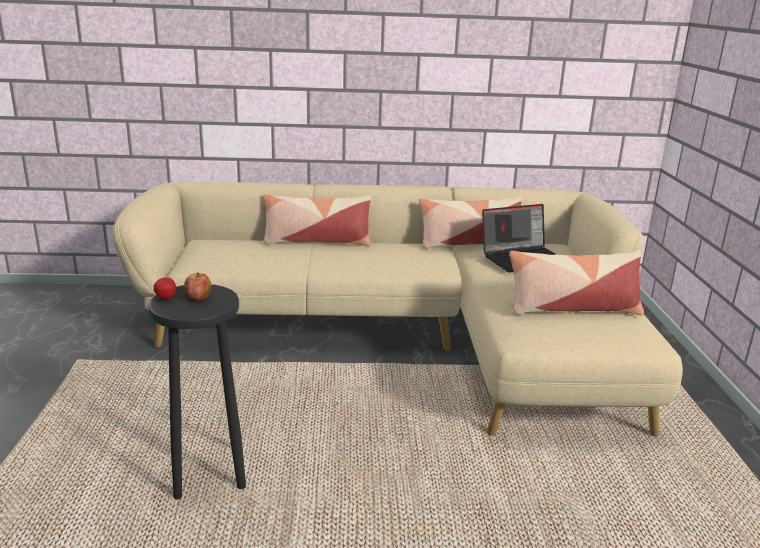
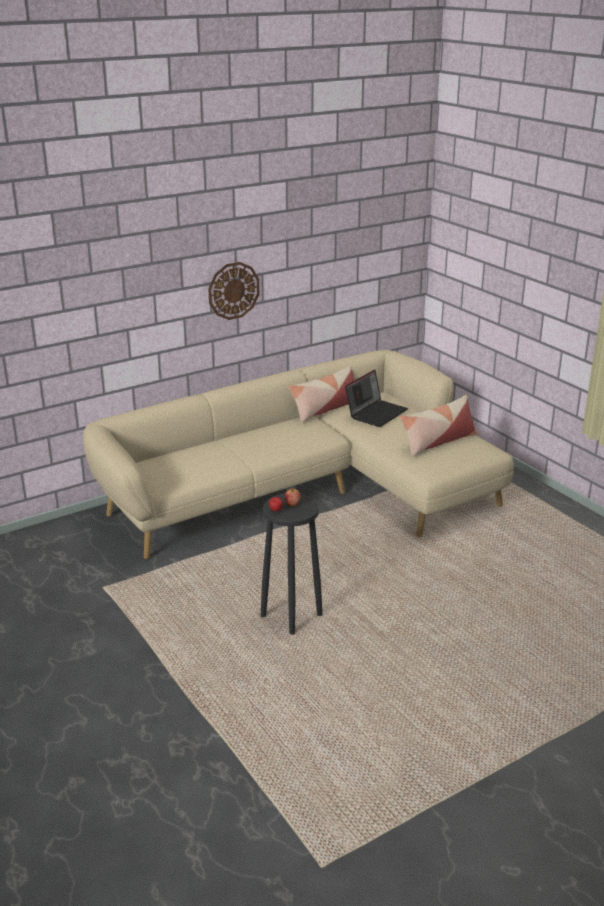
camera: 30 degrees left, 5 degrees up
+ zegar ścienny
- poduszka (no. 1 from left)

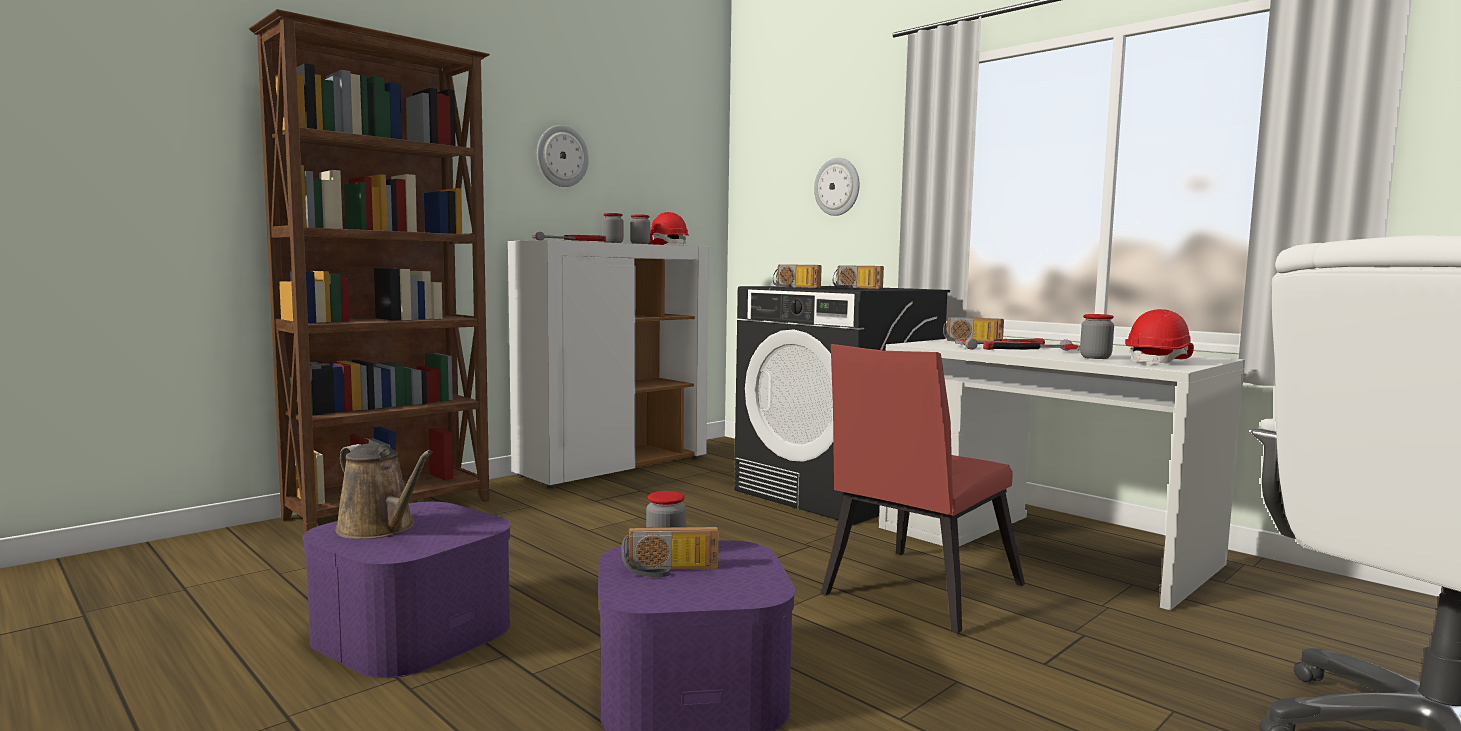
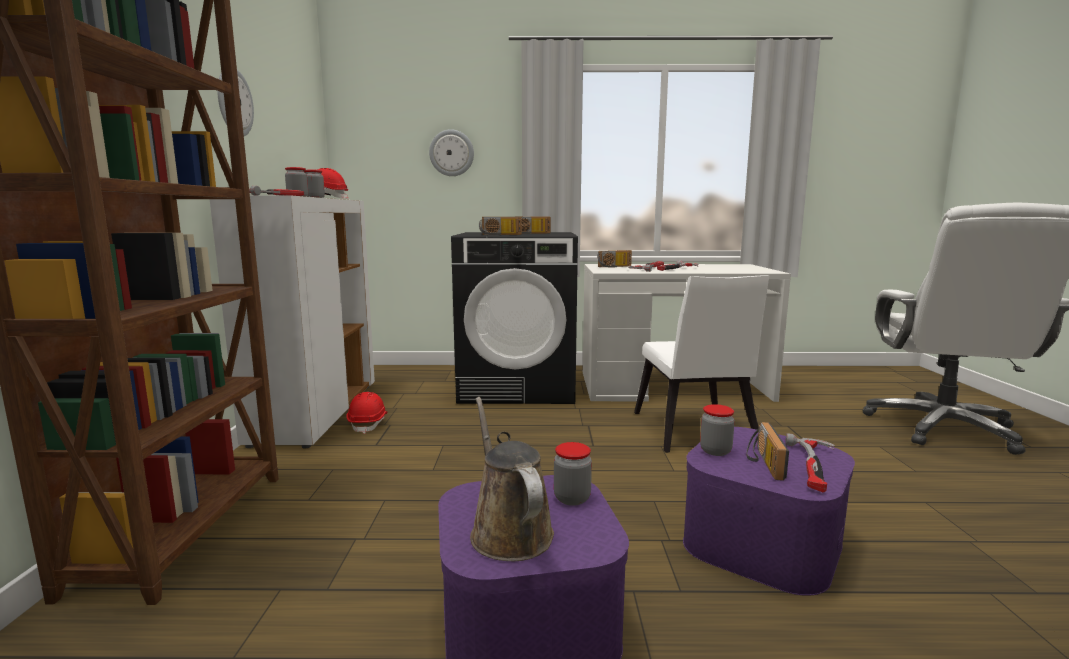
camera: 45 degrees left, 5 degrees up
~ kask (czerwony) (no. 2 from left)
~ konewka (brązowy) 105 degrees counterclockwise
~ słoik (no. 4 from left in the first image) to słoik (no. 3 from left)
~ krzesło (czerwony) to krzesło (biały)
~ radio (no. 1 from left in the first image) 150 degrees clockwise
+ młotek (no. 4 from left)

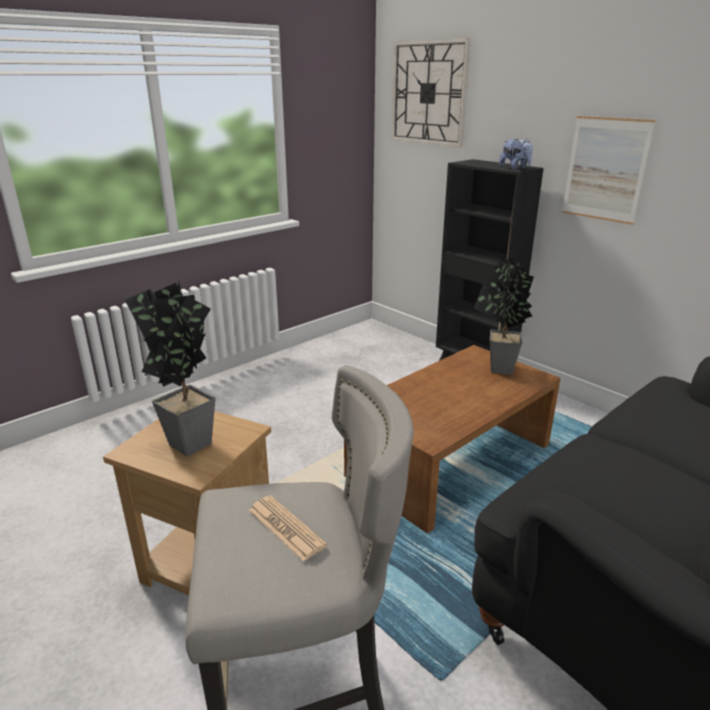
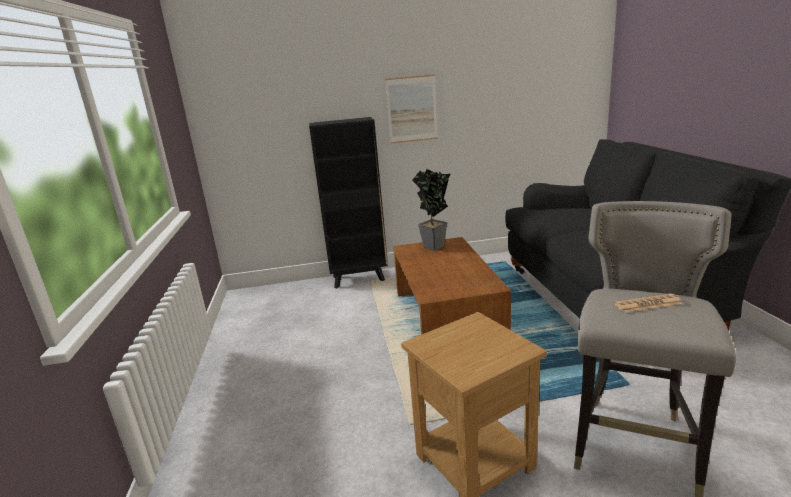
camera: 55 degrees left, 5 degrees down
- roślina doniczkowa (no. 1 from left)
- zegar ścienny
- pluszak

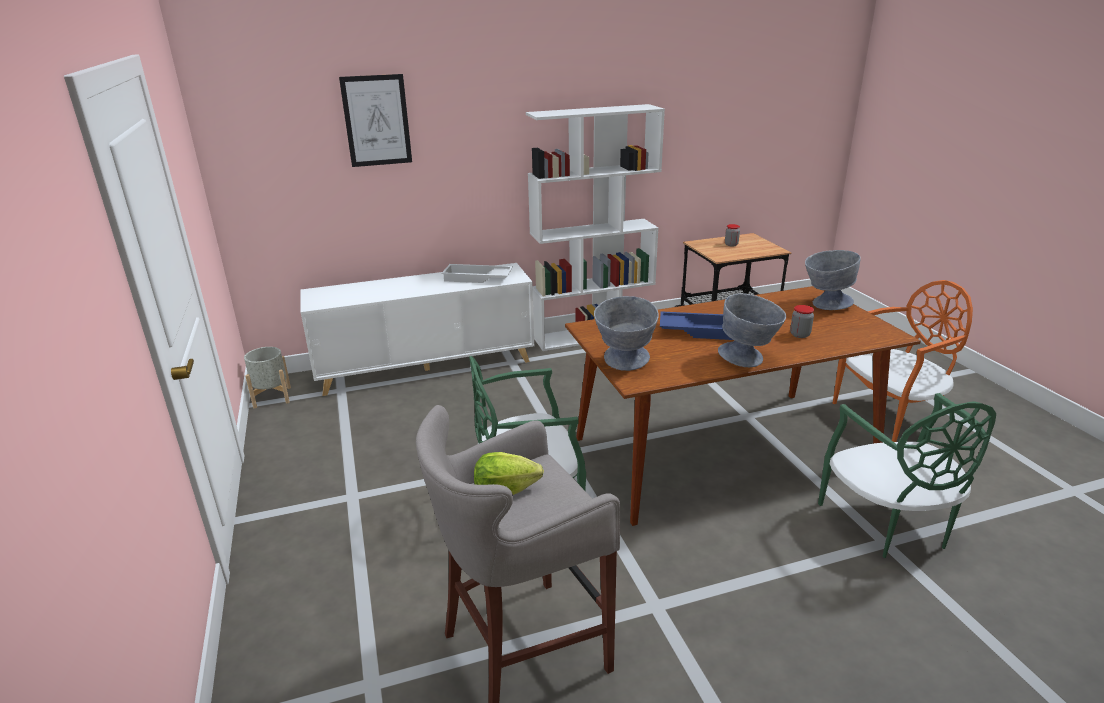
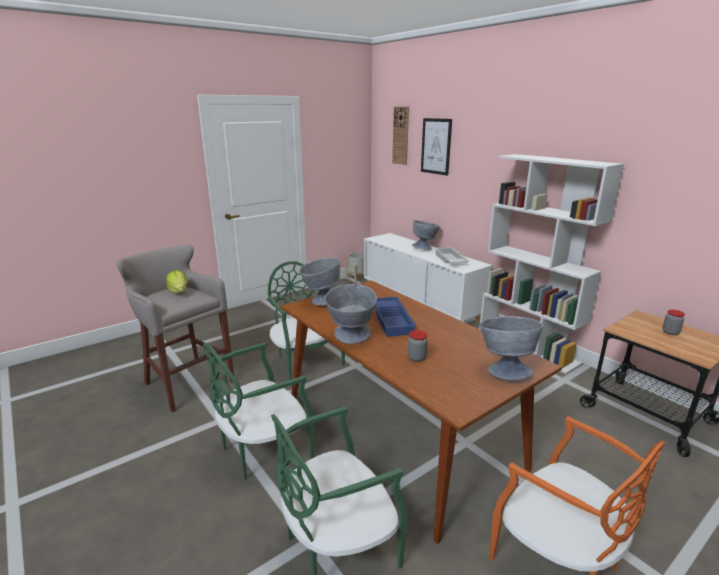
camera: 70 degrees right, 5 degrees down
+ krzesło (zielony) (no. 1 from left)
+ zegar ścienny
+ miska (szary) (no. 3 from left)

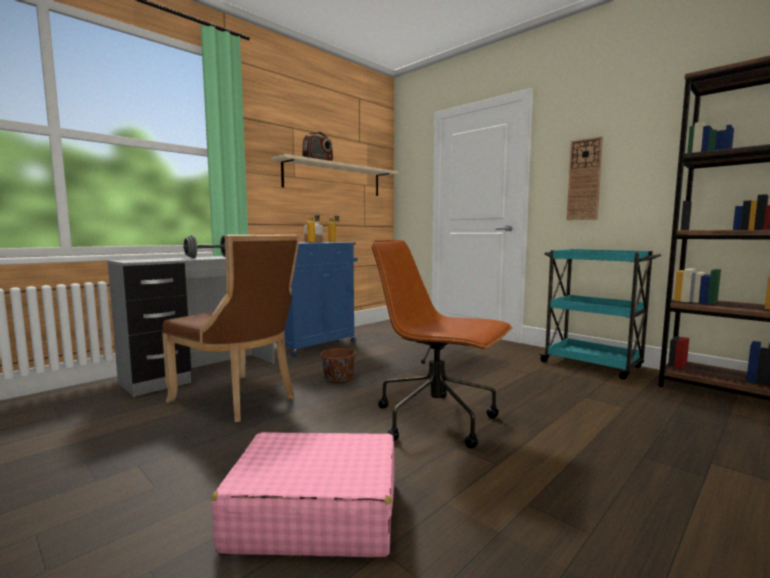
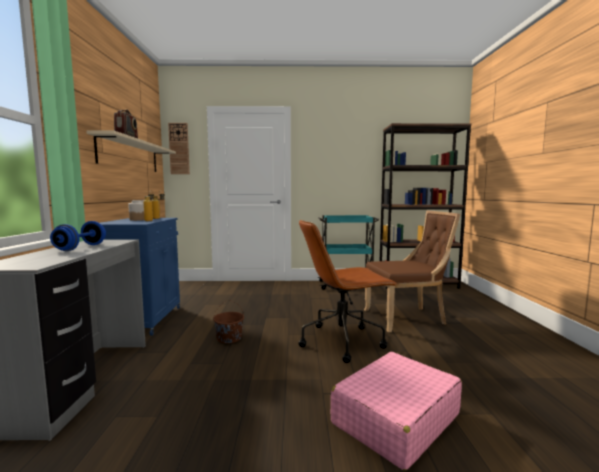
camera: 45 degrees left, 0 degrees up
~ hantel (szary) to hantel (niebieski)
~ zegar ścienny
~ krzesło (brązowy)

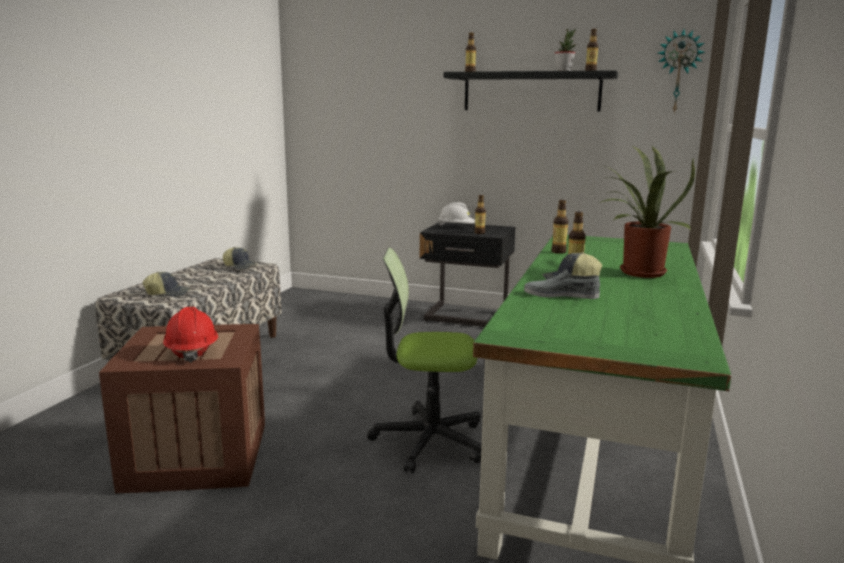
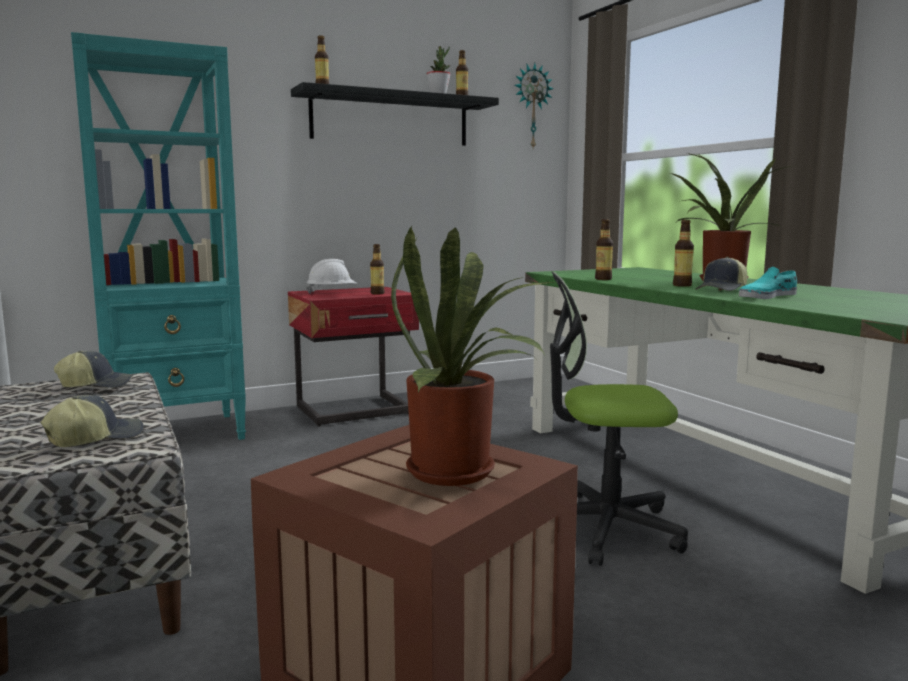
camera: 45 degrees left, 5 degrees down
+ regał (turkusowy)
~ szafka nocna (czarny) to szafka nocna (czerwony)
~ kask (czerwony) to roślina doniczkowa (no. 2 from left)
~ krzesło biurowe 45 degrees clockwise
~ but (szary) to but (turkusowy)

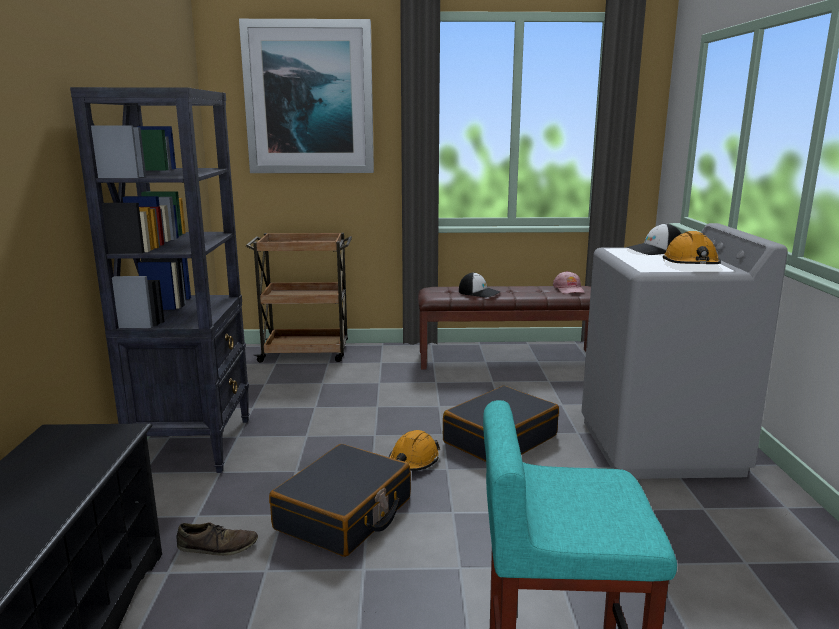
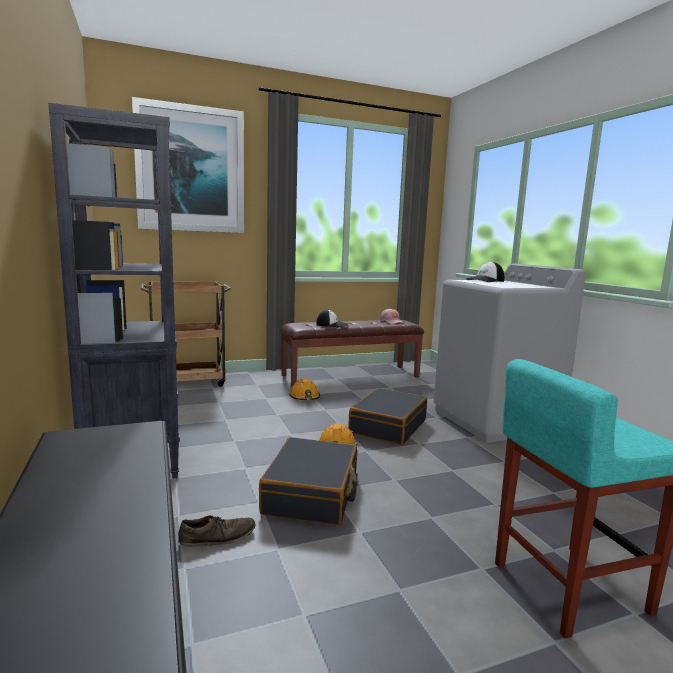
camera: 20 degrees left, 5 degrees down
~ kask (pomarańczowy) (no. 2 from left in the first image) to kask (pomarańczowy) (no. 1 from left)

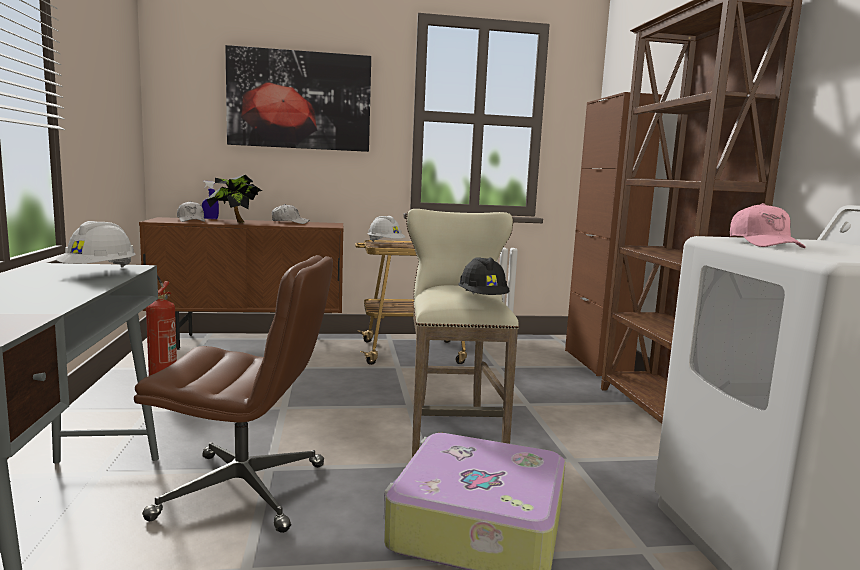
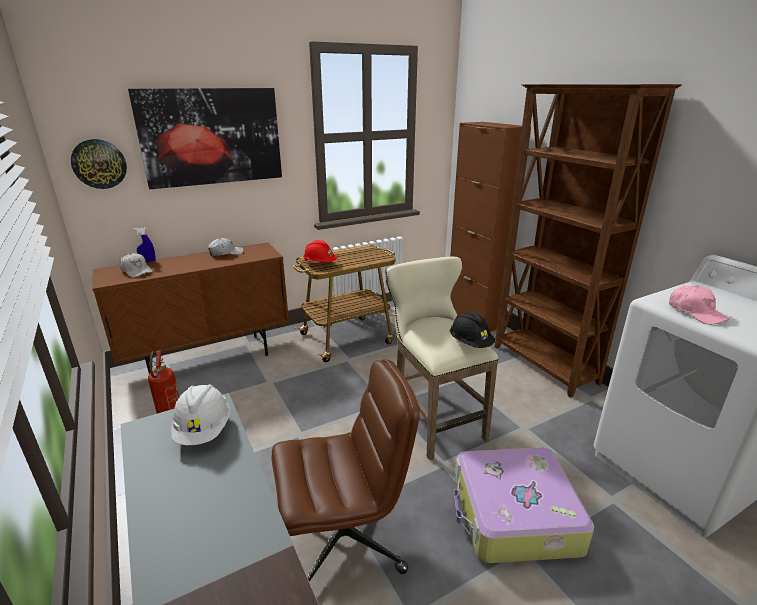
camera: 20 degrees left, 15 degrees up
+ zegar ścienny
~ kask (biały) (no. 2 from left) to kask (czerwony)
- roślina doniczkowa

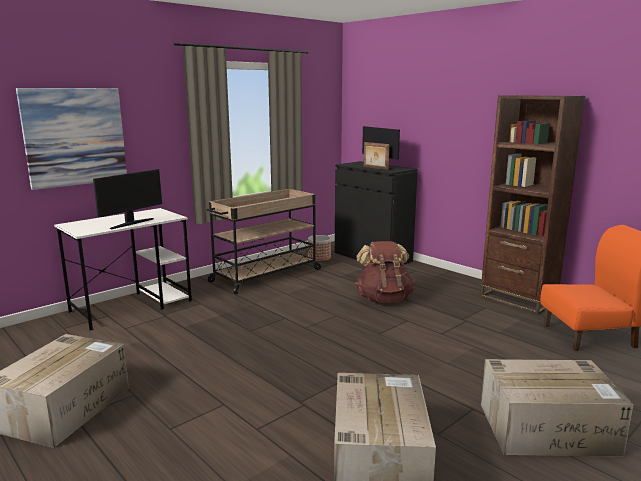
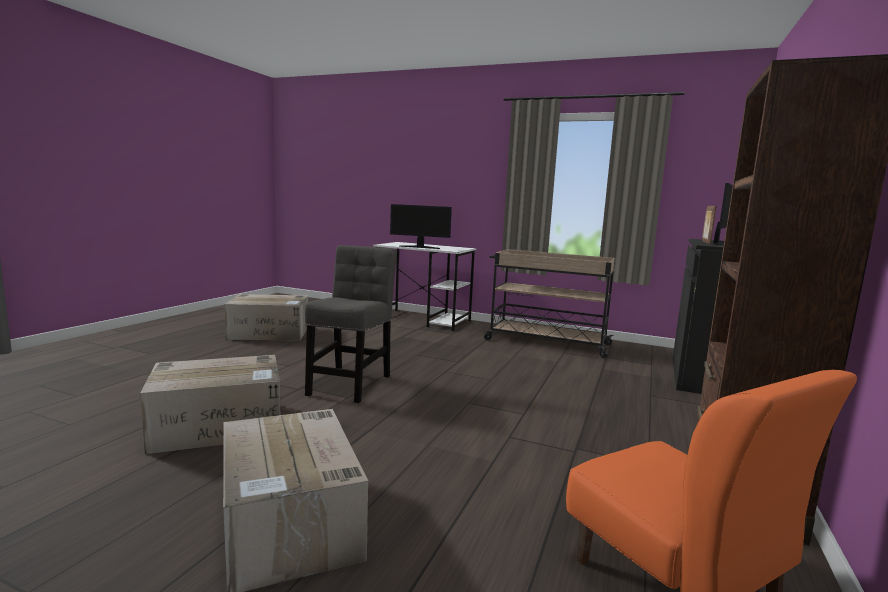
camera: 65 degrees right, 5 degrees down
+ krzesło (szary)
- obraz
- donica
- plecak (brązowy)

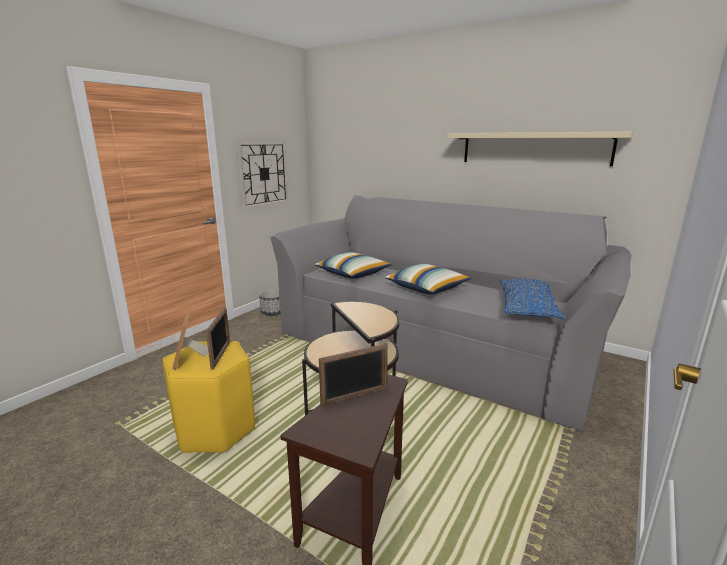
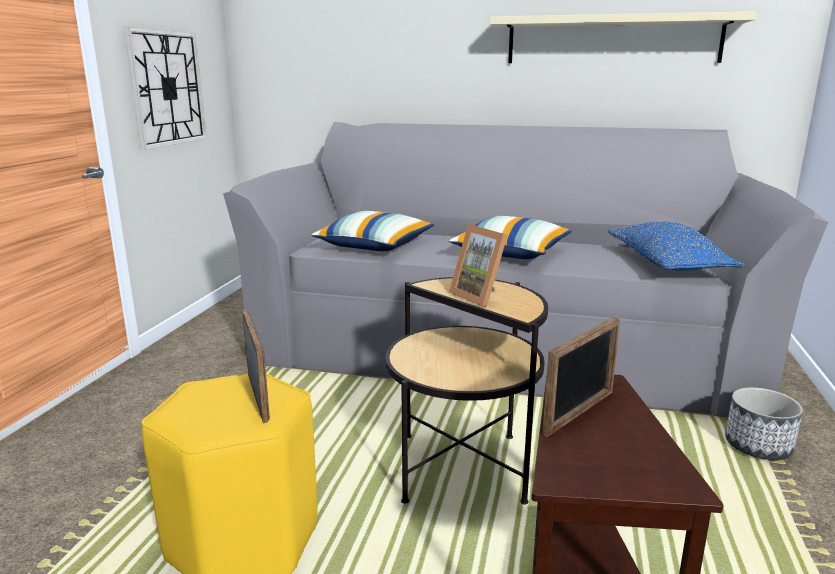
camera: 20 degrees left, 0 degrees up
~ ramka na zdjęcie (no. 1 from left in the first image) to ramka na zdjęcie (no. 2 from left)
~ donica

